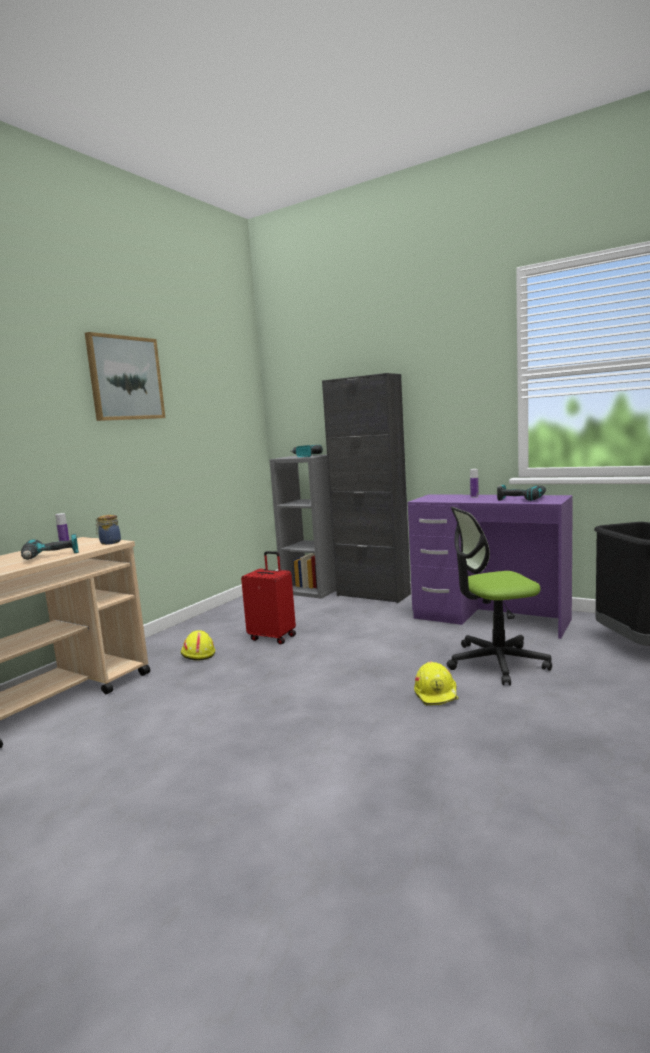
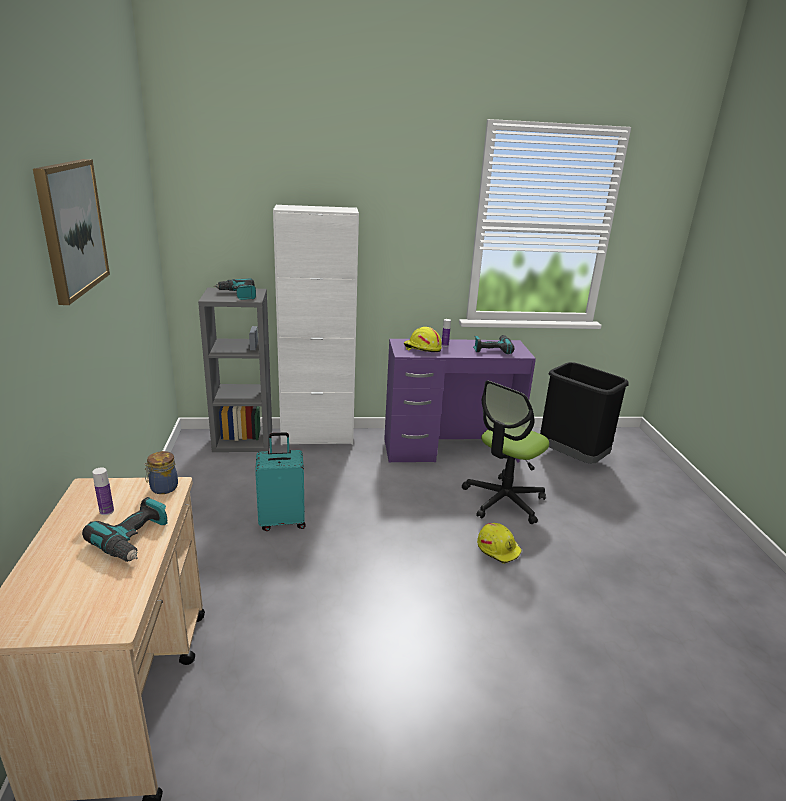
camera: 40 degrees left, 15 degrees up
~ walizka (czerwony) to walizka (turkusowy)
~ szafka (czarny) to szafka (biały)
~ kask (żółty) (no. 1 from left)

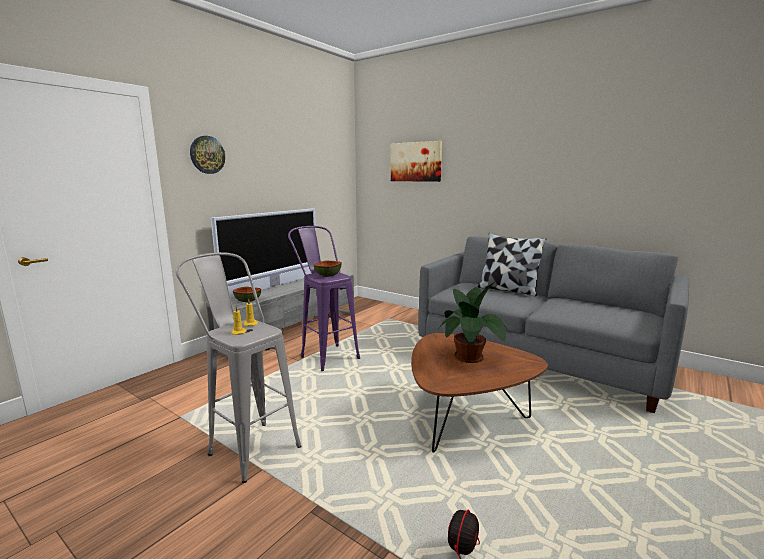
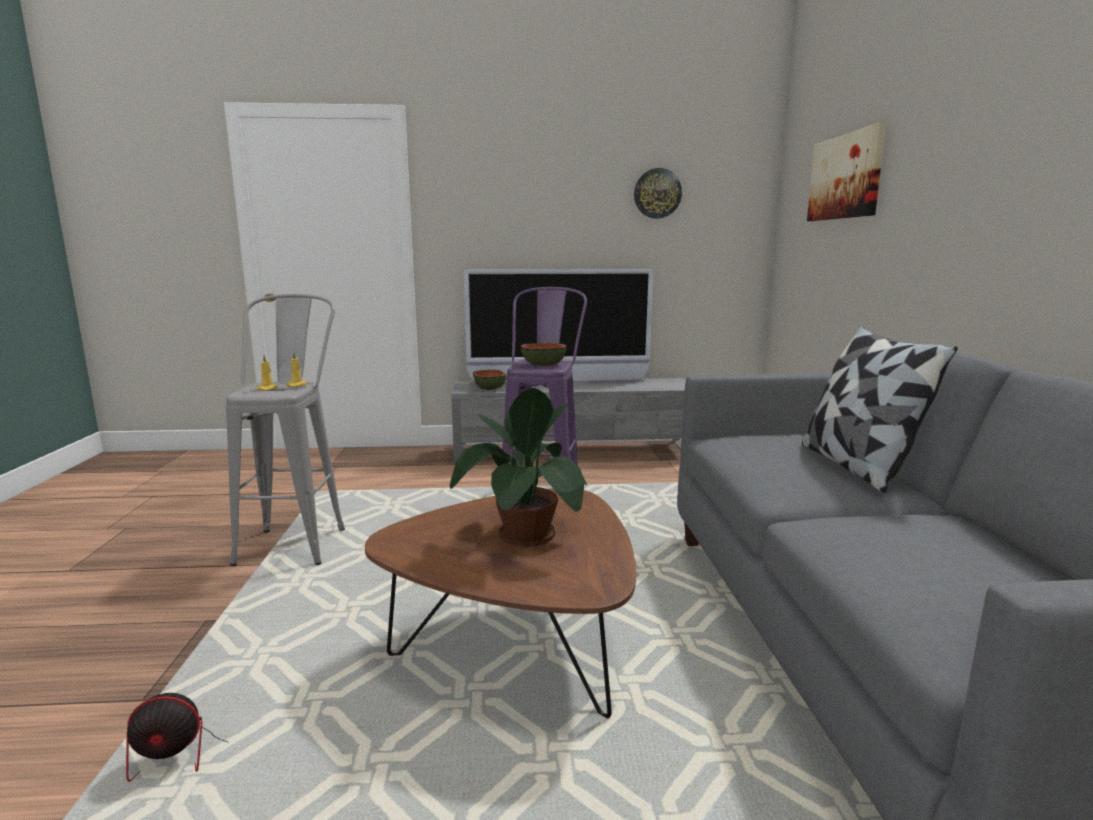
camera: 50 degrees right, 0 degrees up
~ zegar ścienny

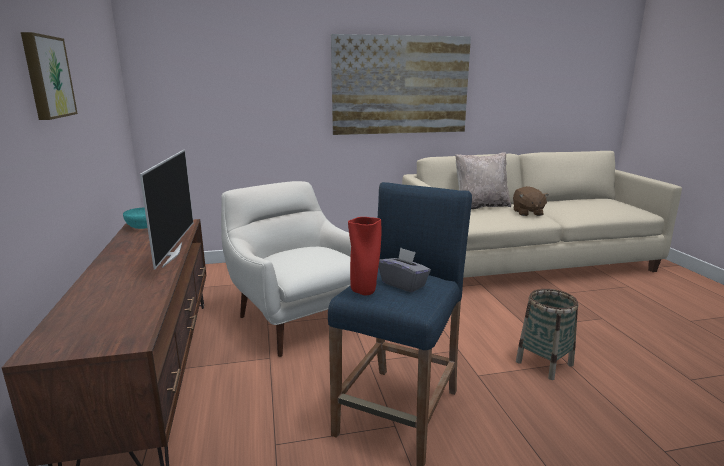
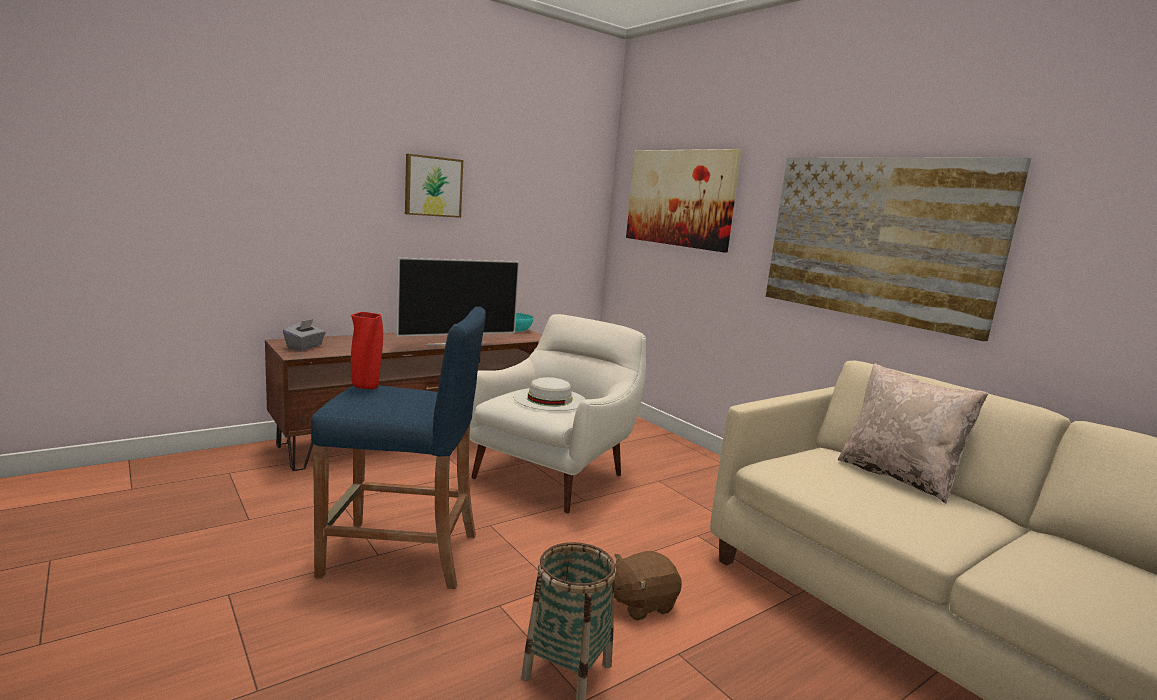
camera: 65 degrees right, 5 degrees down
~ pudełko chusteczek (szary)
+ kapelusz (biały)
~ pluszak (brązowy)
+ obraz (no. 2 from left)

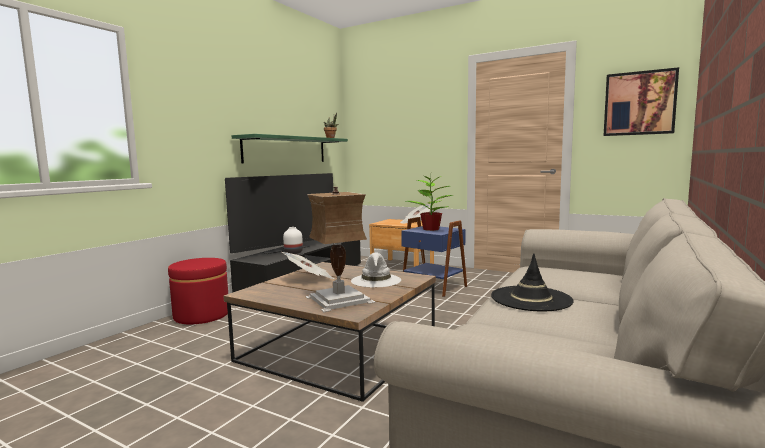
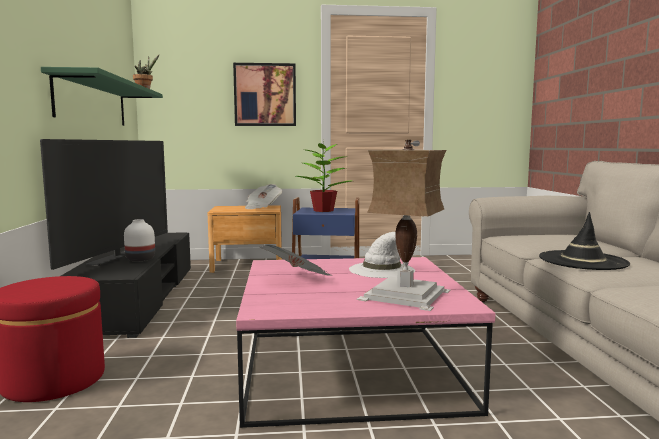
camera: 35 degrees left, 0 degrees up
~ obraz
~ ława (brązowy) to ława (różowy)

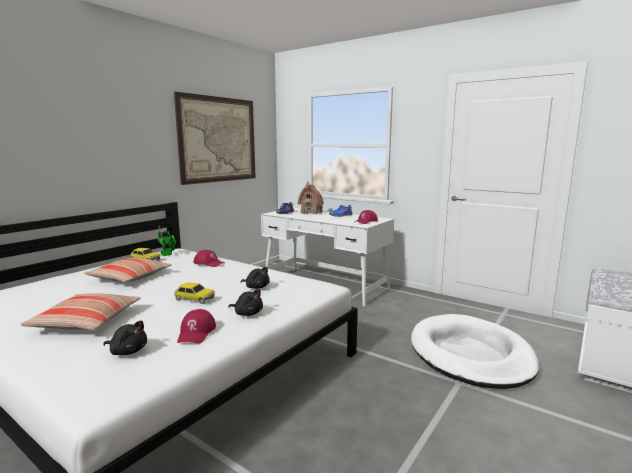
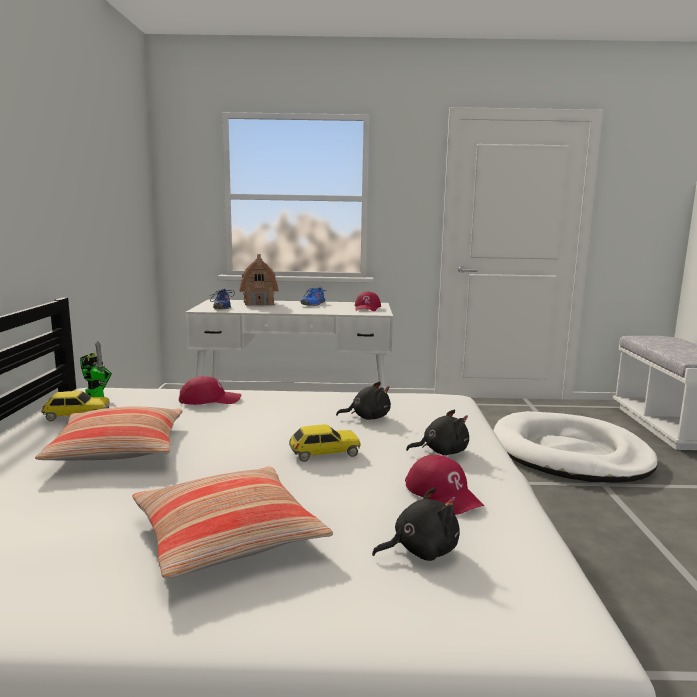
camera: 35 degrees left, 0 degrees up
- obraz

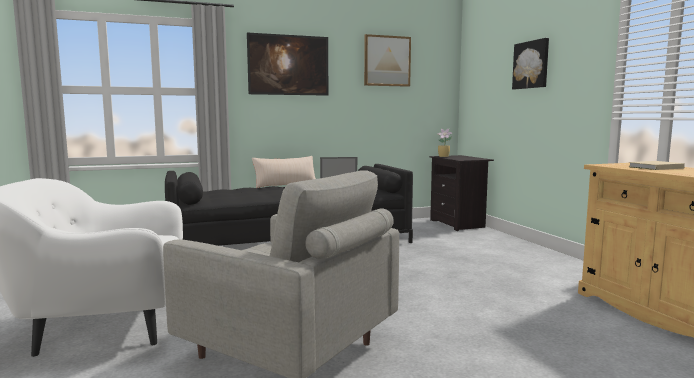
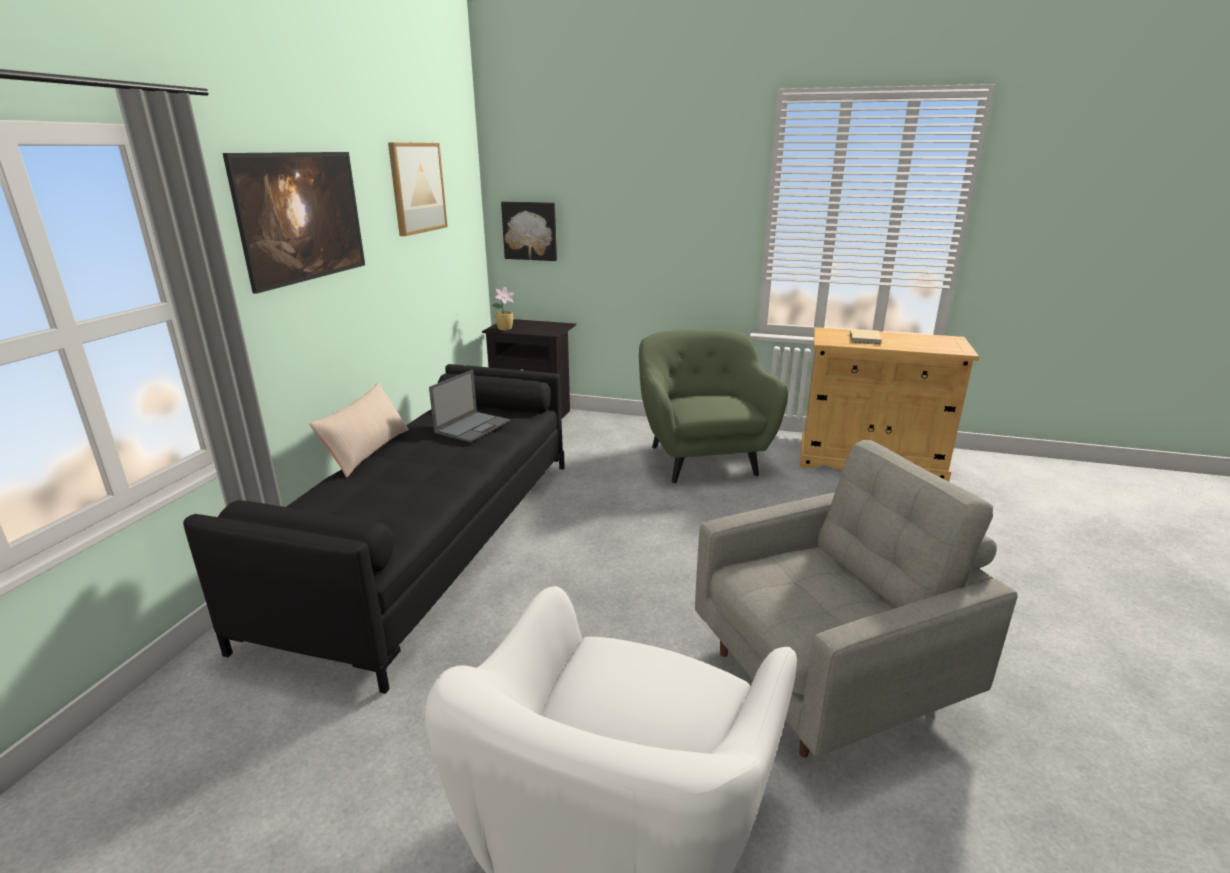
camera: 55 degrees left, 15 degrees up
~ obraz (no. 3 from left)
+ fotel (zielony)

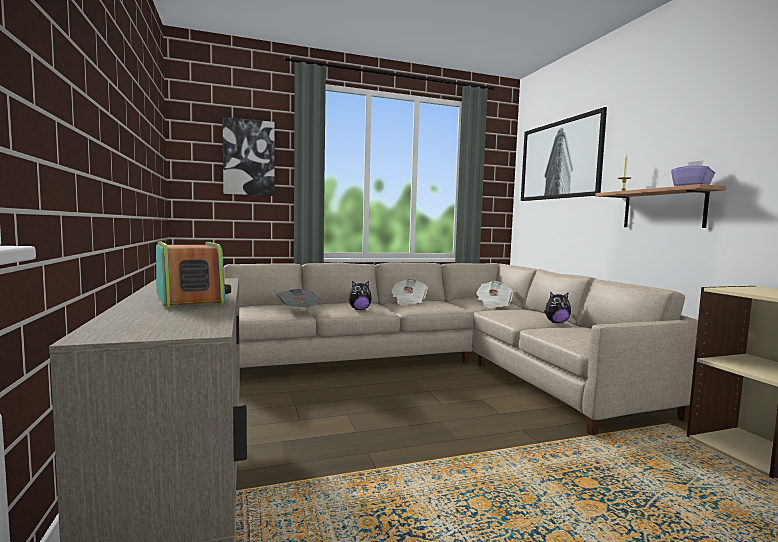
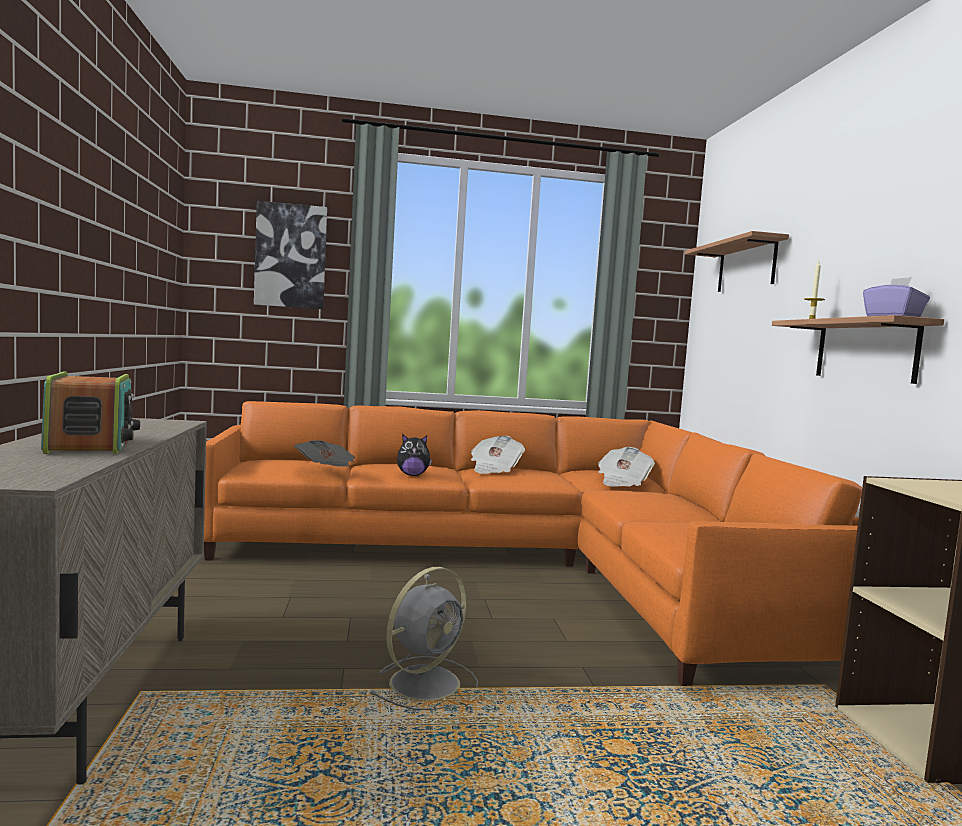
camera: 10 degrees right, 0 degrees up
~ kanapa (beżowy) to kanapa (pomarańczowy)
+ wentylator (szary)
~ obraz (no. 2 from left) to półka (no. 1 from left)
- pluszak (no. 2 from left)

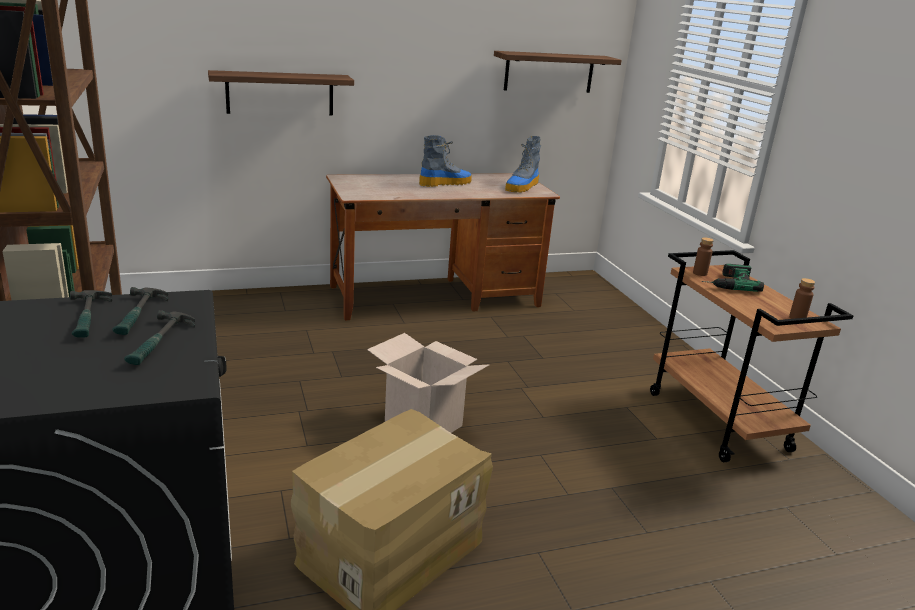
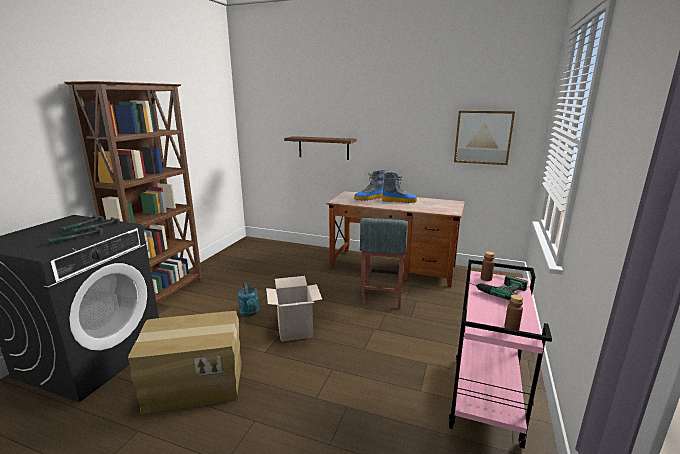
camera: 40 degrees right, 5 degrees down
+ konewka (turkusowy)
~ but z cholewką (no. 2 from left in the first image) to but z cholewką (no. 1 from left)
+ stołek (szary)
~ wózek (brązowy) to wózek (różowy)
~ półka (no. 2 from left) to obraz

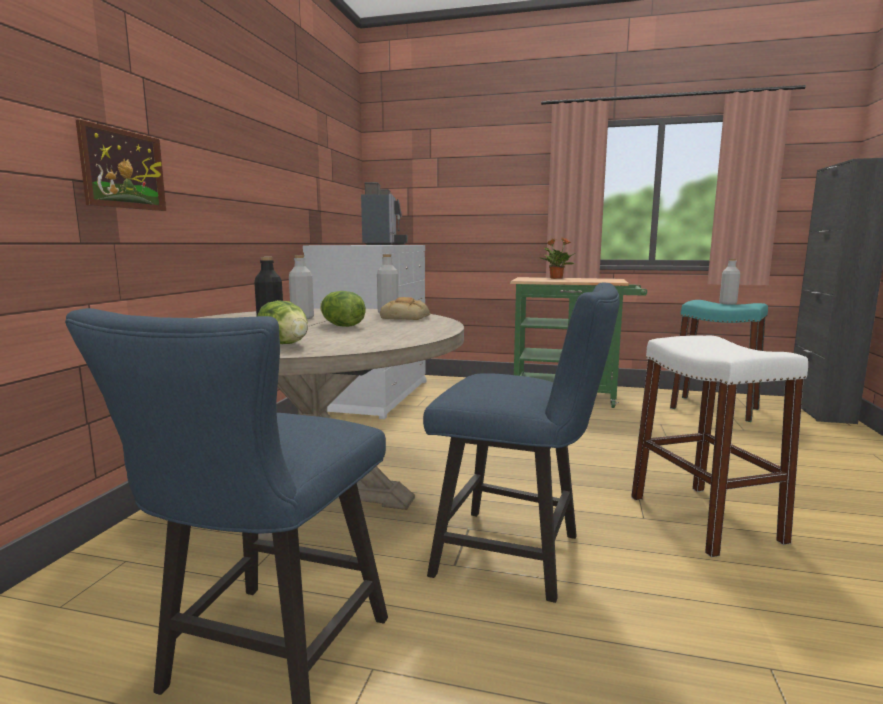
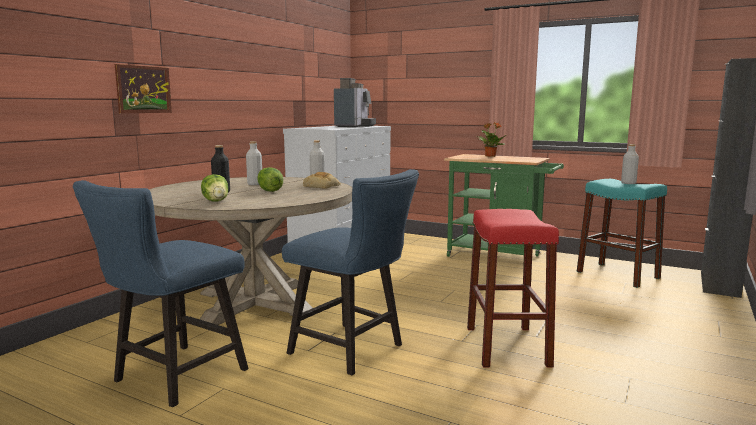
camera: 15 degrees right, 0 degrees up
~ stołek (biały) to stołek (czerwony)

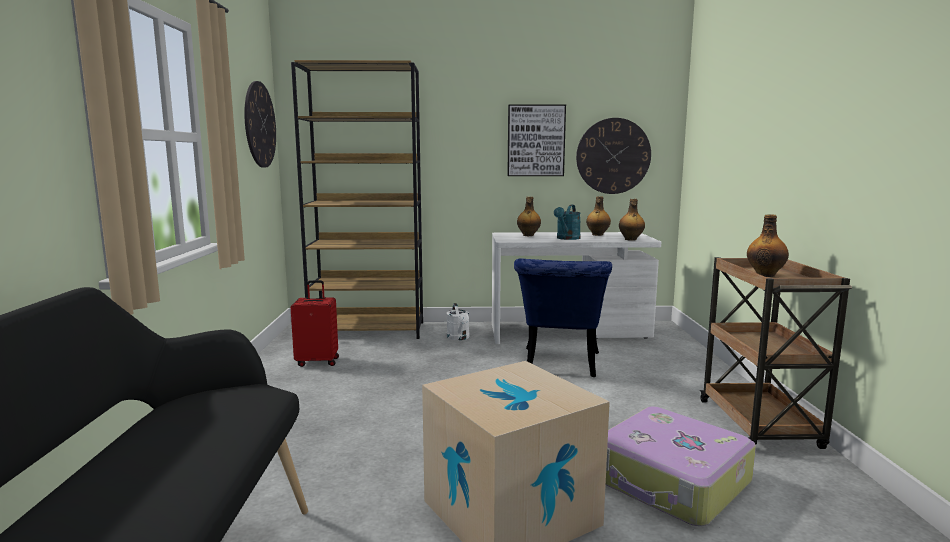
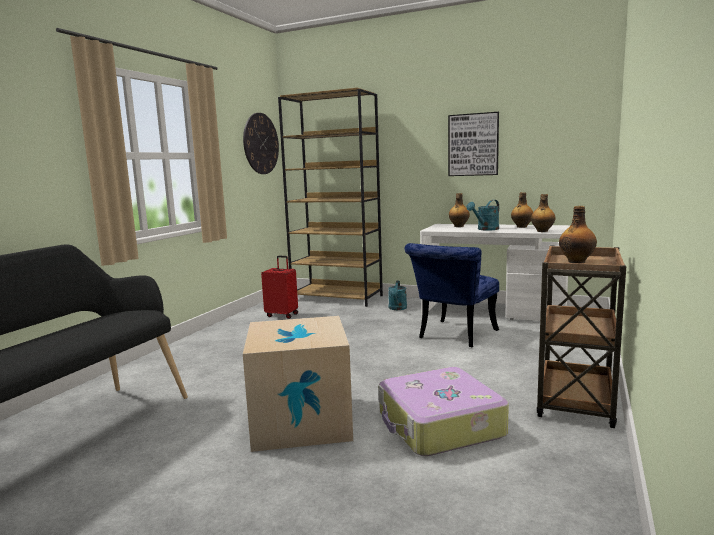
camera: 25 degrees right, 0 degrees up
~ konewka (biały) to konewka (turkusowy) (no. 1 from left)
- zegar ścienny (no. 2 from left)

